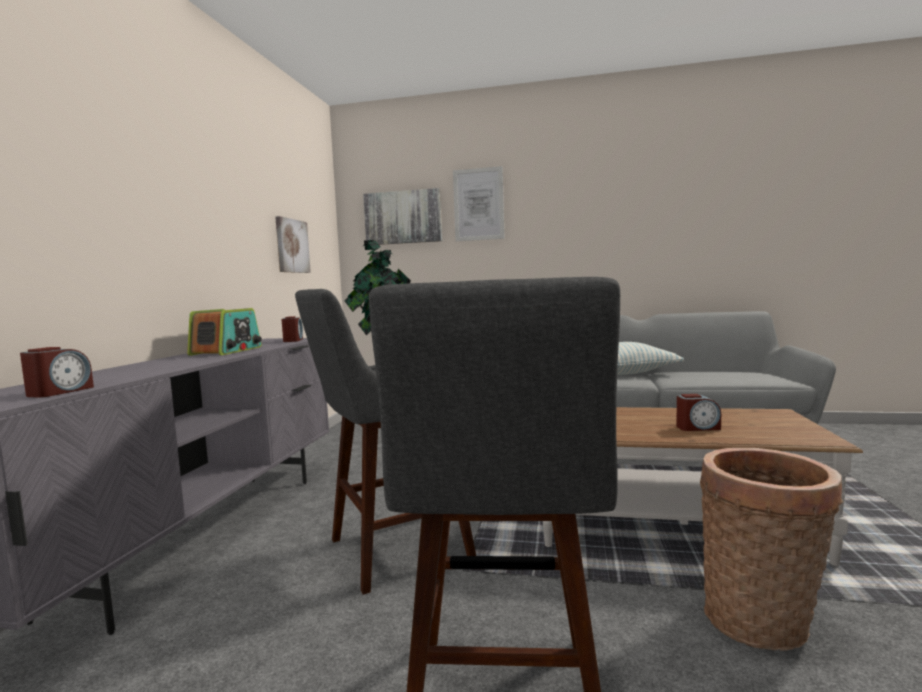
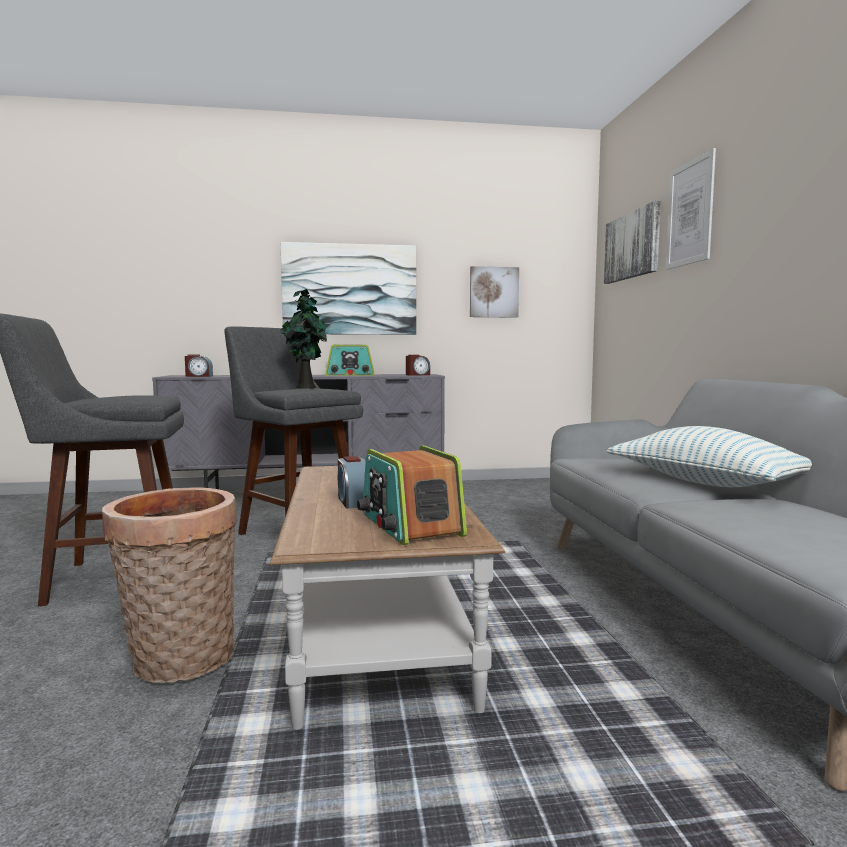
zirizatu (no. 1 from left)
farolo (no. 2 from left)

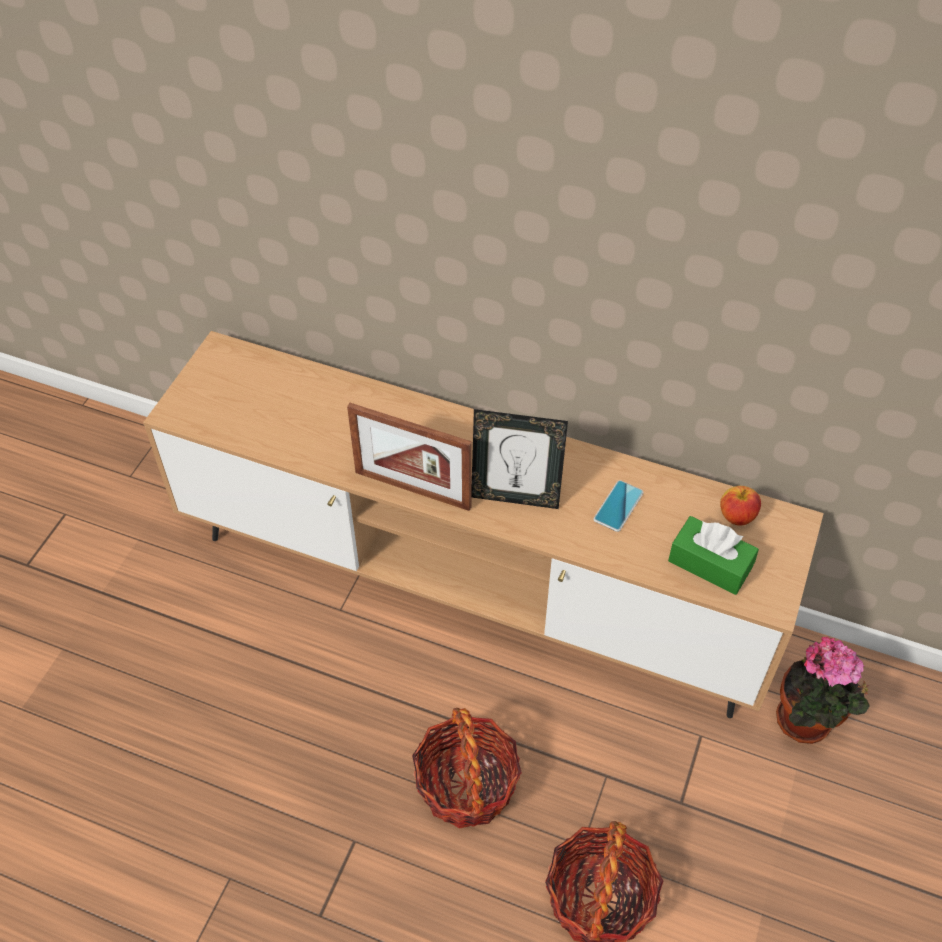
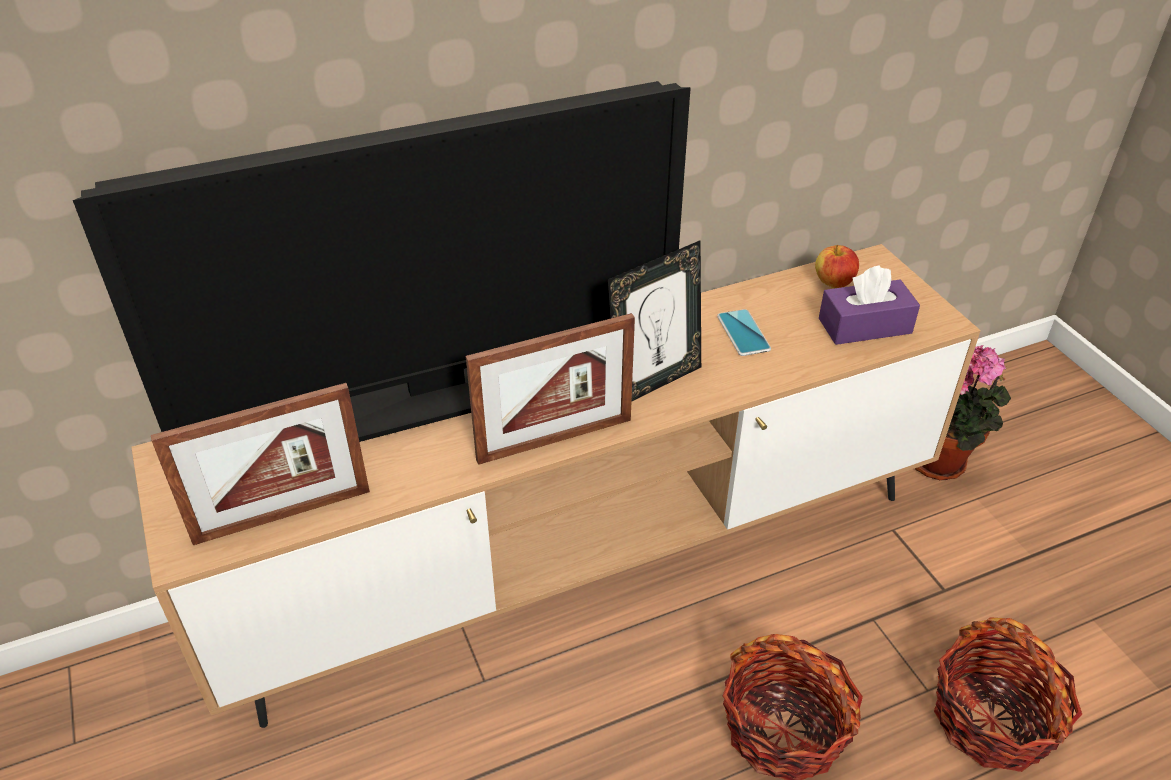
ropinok
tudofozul (no. 1 from left)
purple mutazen

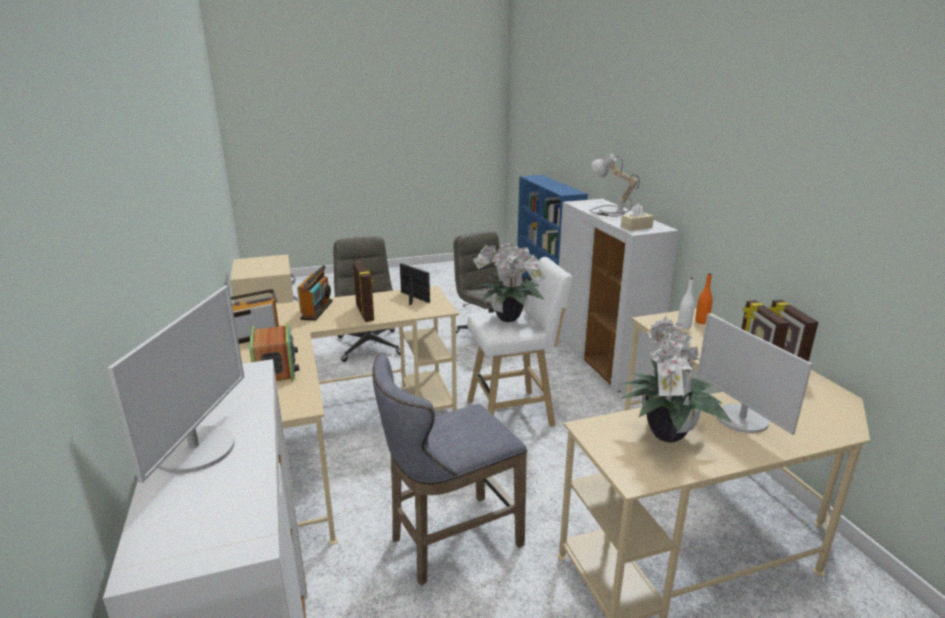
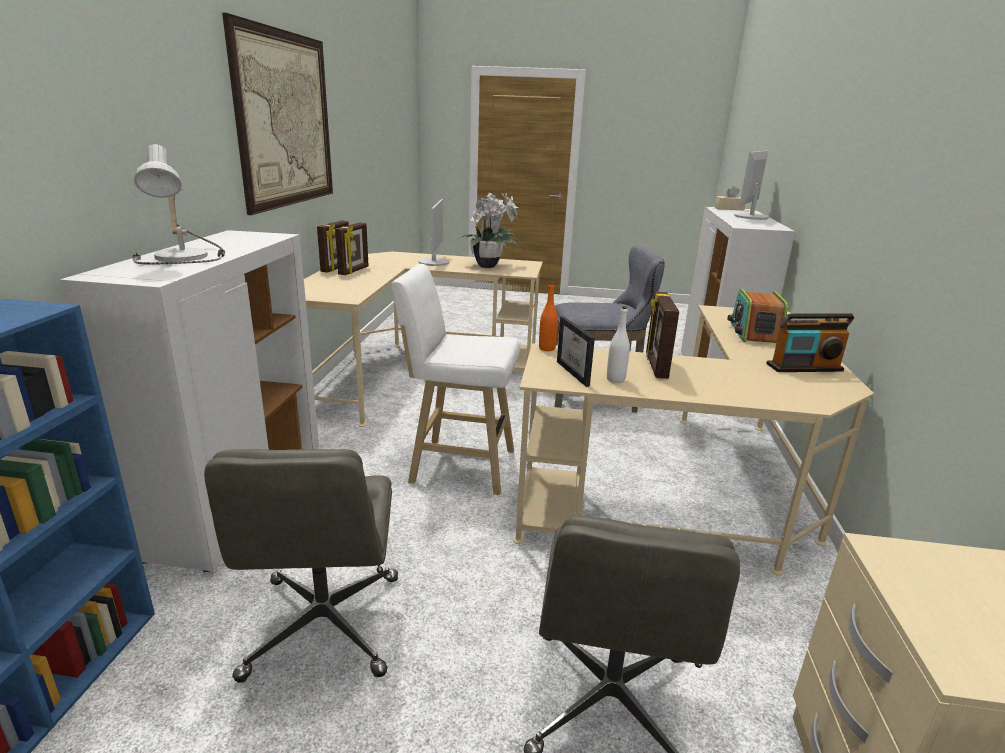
farolo (no. 3 from left in the first image)
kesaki (no. 1 from left in the first image)
zirizatu
beige mutazen
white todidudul
orange todidudul

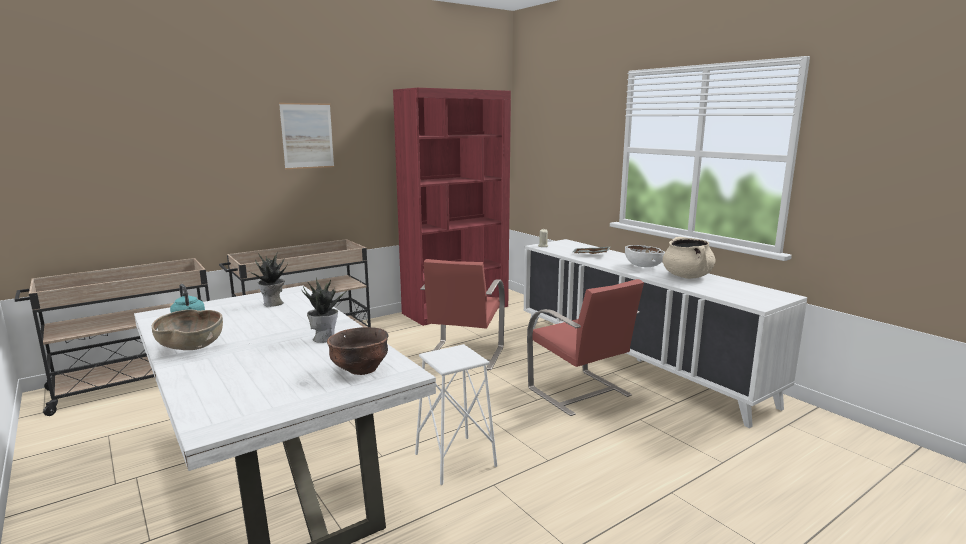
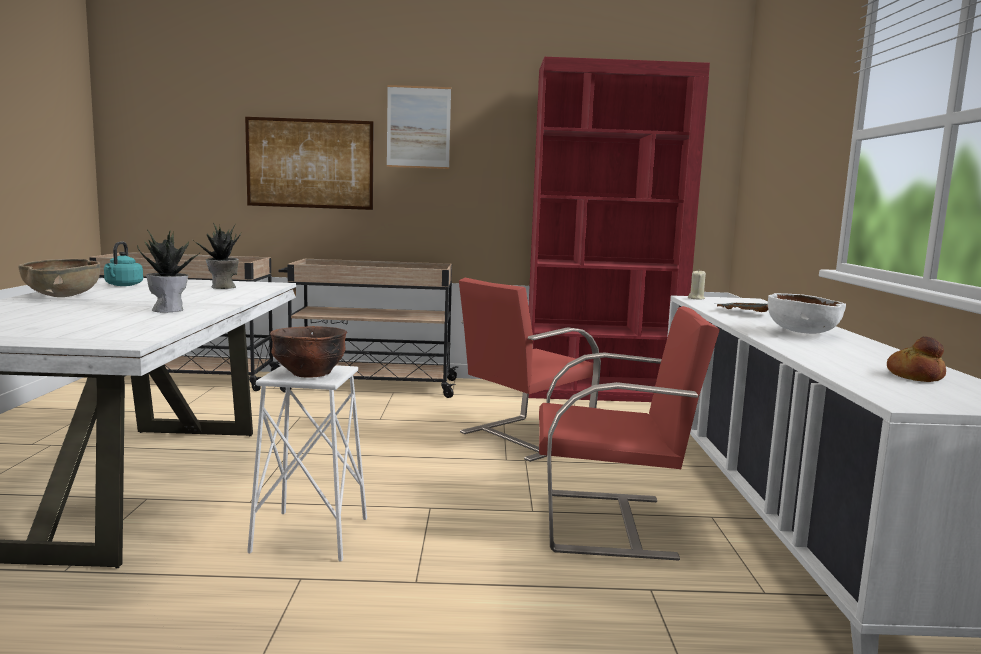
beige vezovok
zirizatu (no. 1 from left)
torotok
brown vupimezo (no. 2 from left)
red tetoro (no. 2 from left)

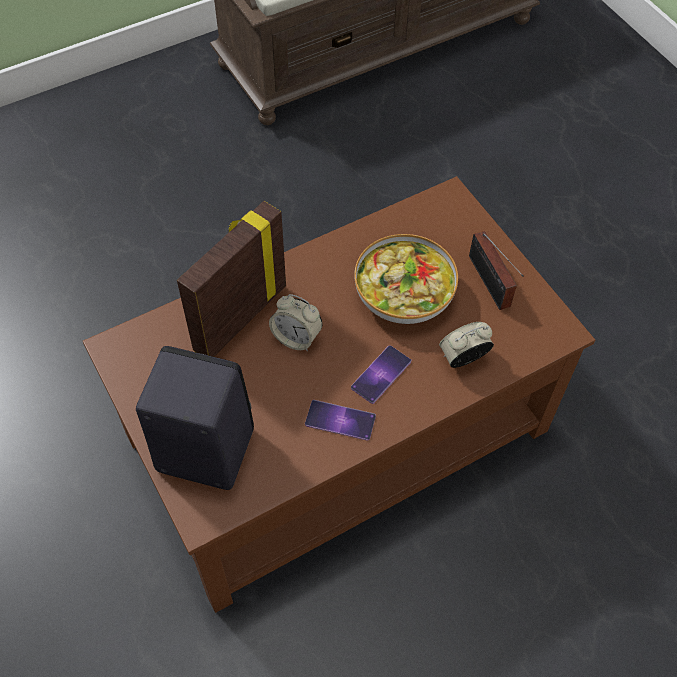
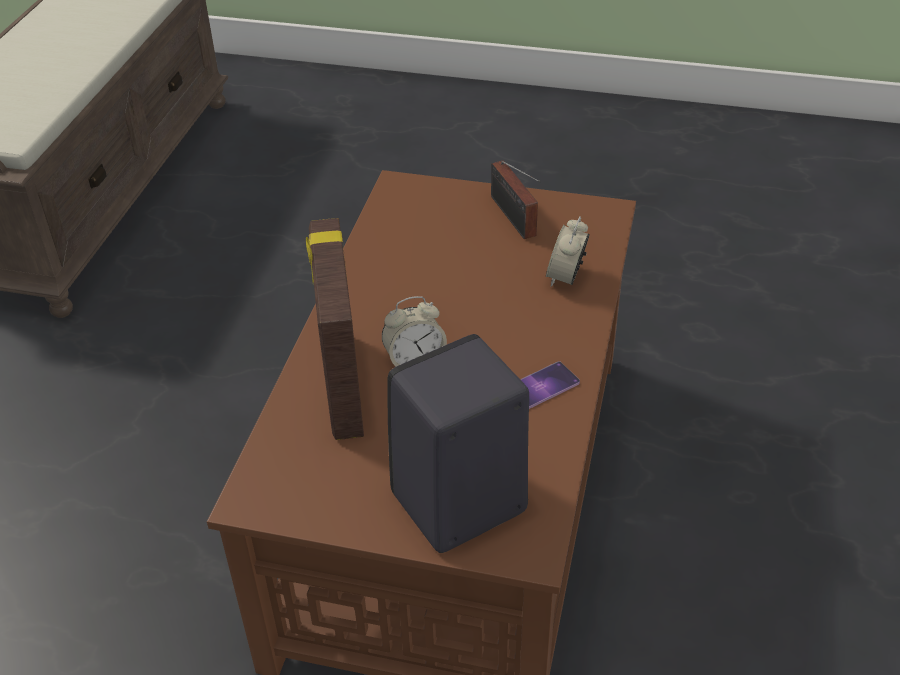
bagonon (no. 2 from left in the first image)
vupimezo
farolo

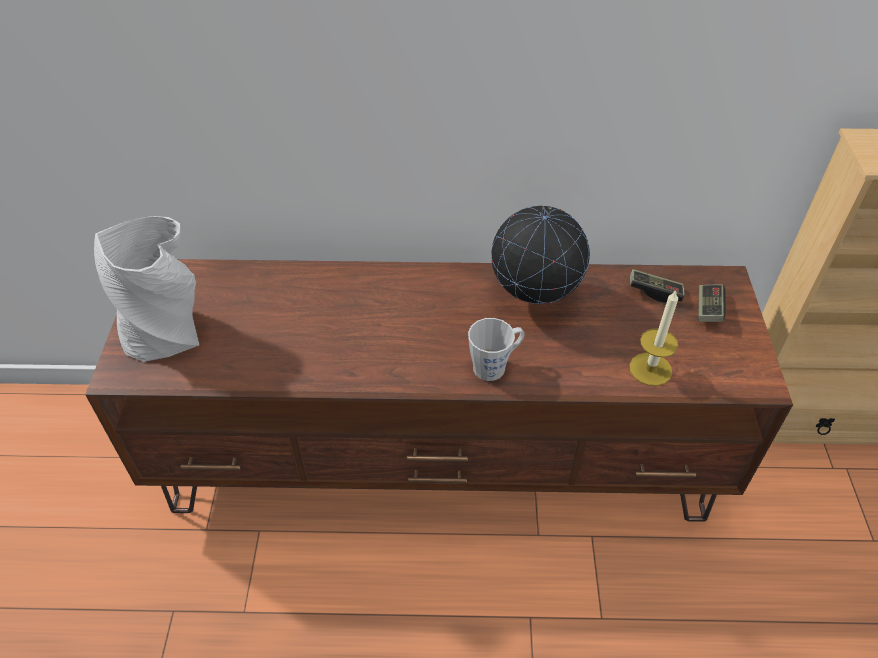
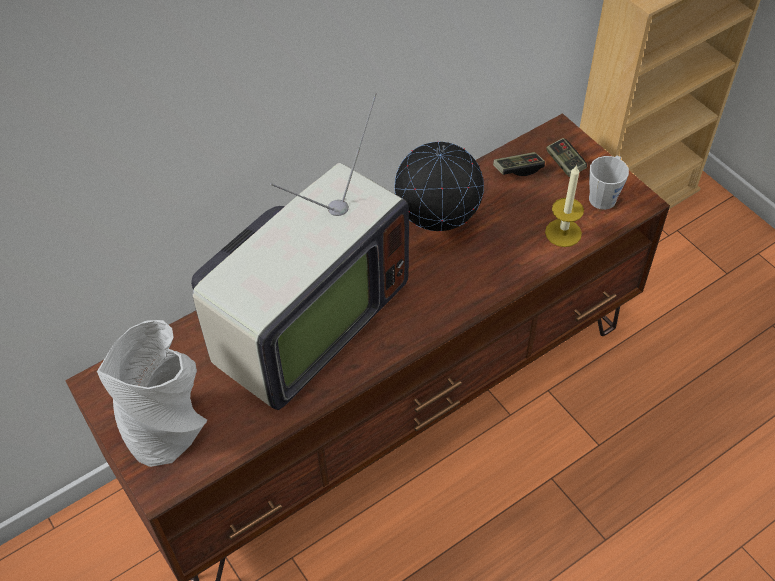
ropinok
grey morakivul

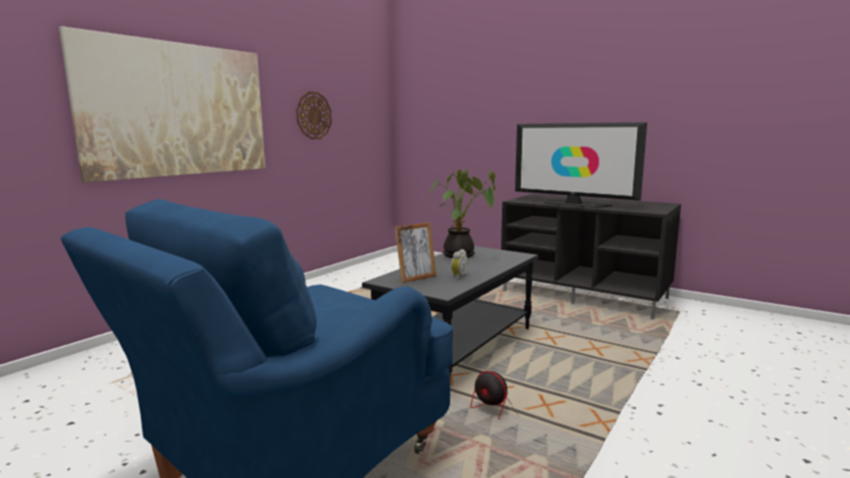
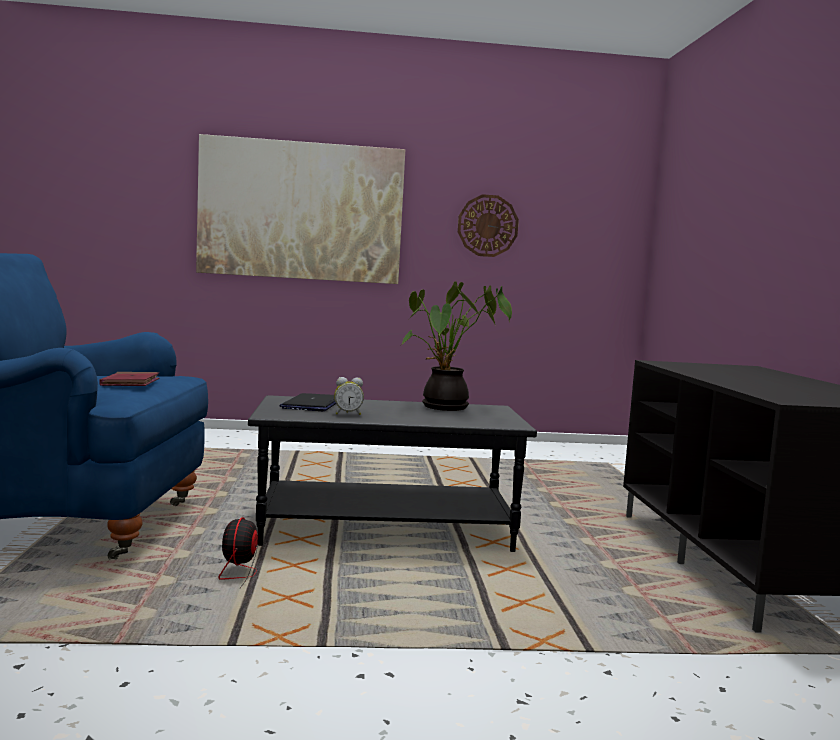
ropinok
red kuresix
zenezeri

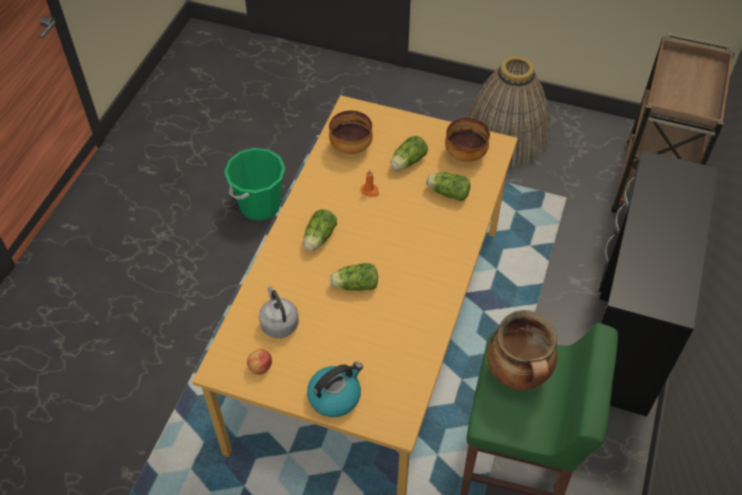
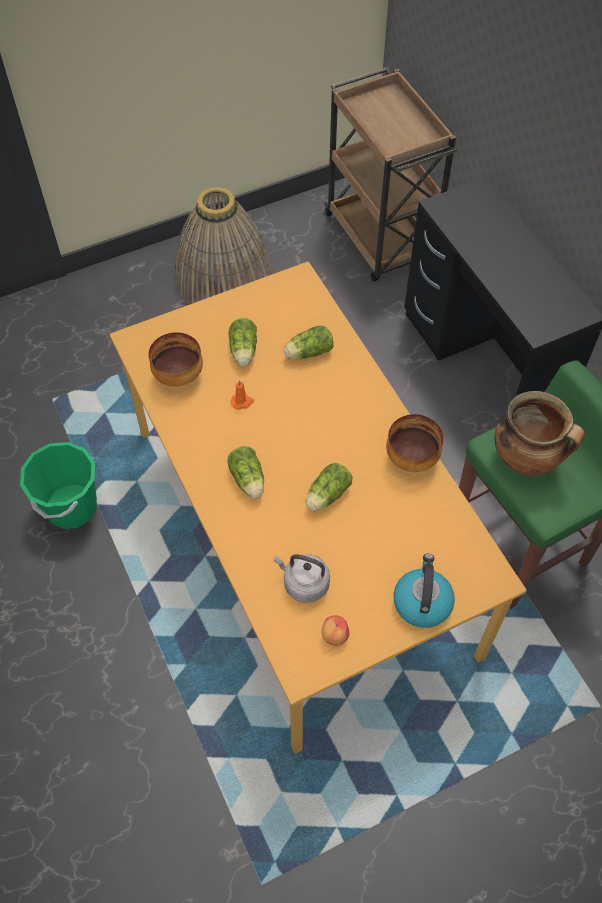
vupimezo (no. 2 from left)

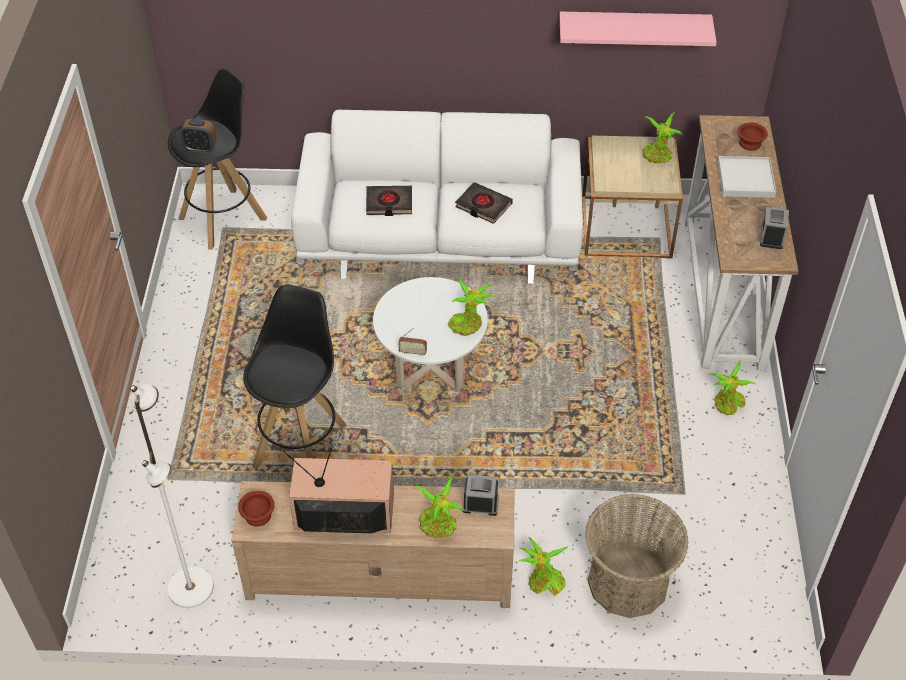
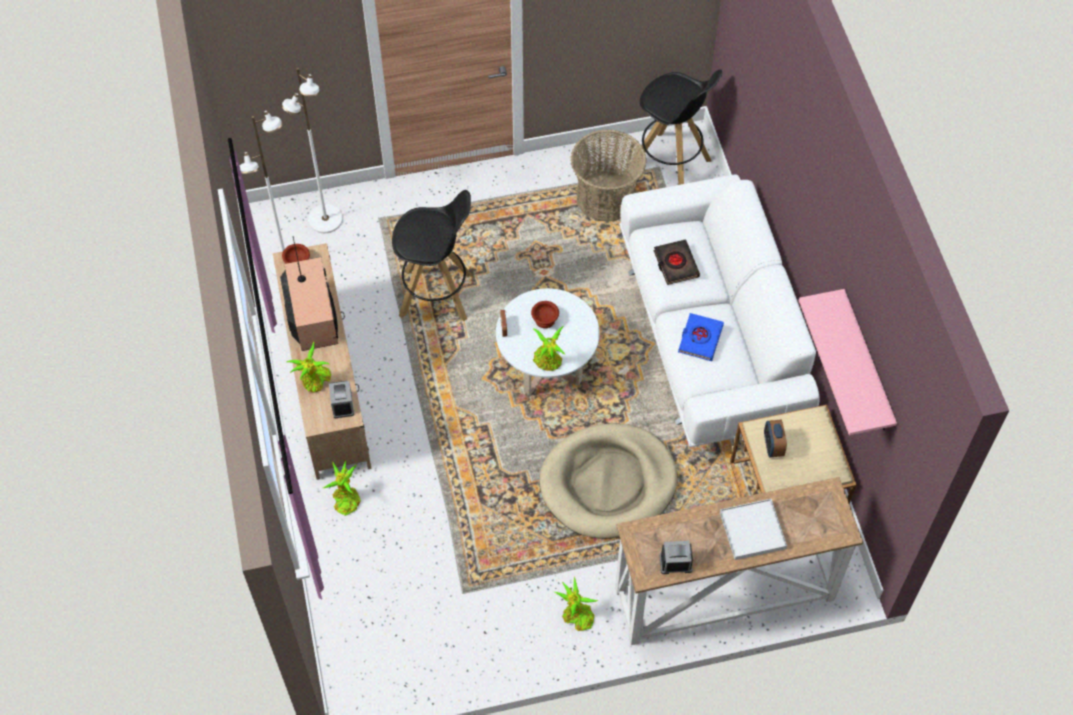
kesaki (no. 4 from left in the first image)
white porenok (no. 2 from left)
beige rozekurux
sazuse (no. 3 from left)
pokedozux
brown vupimezo (no. 2 from left)
blue kuresix

